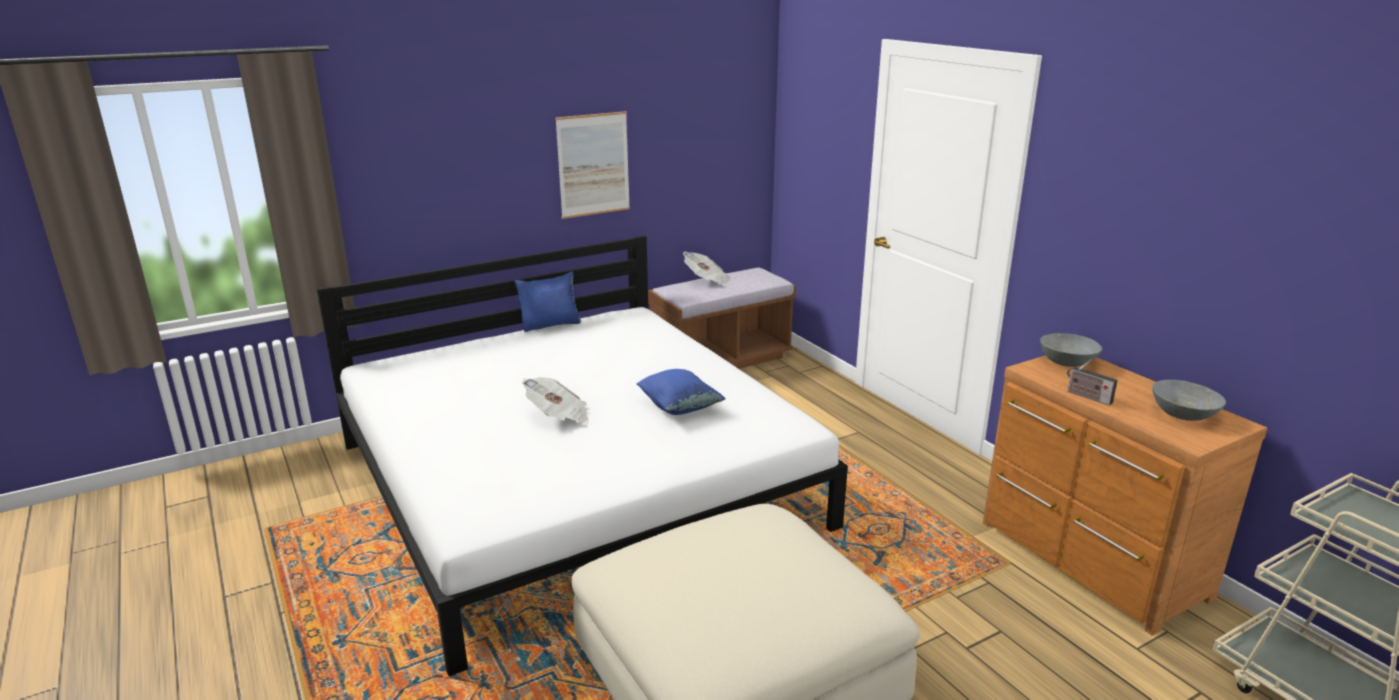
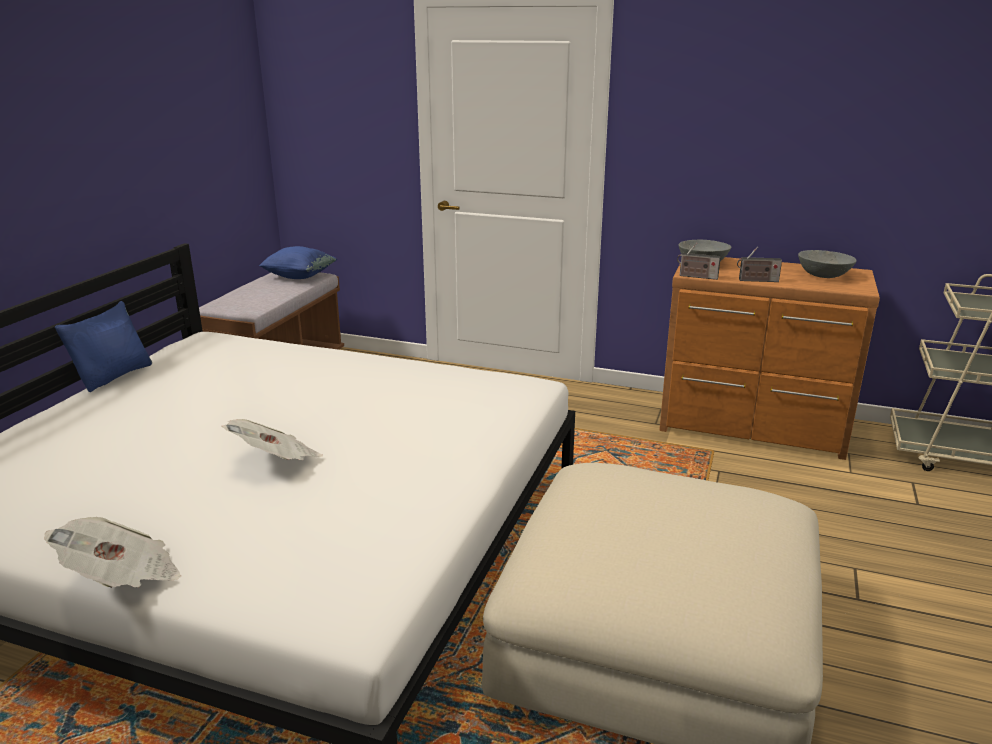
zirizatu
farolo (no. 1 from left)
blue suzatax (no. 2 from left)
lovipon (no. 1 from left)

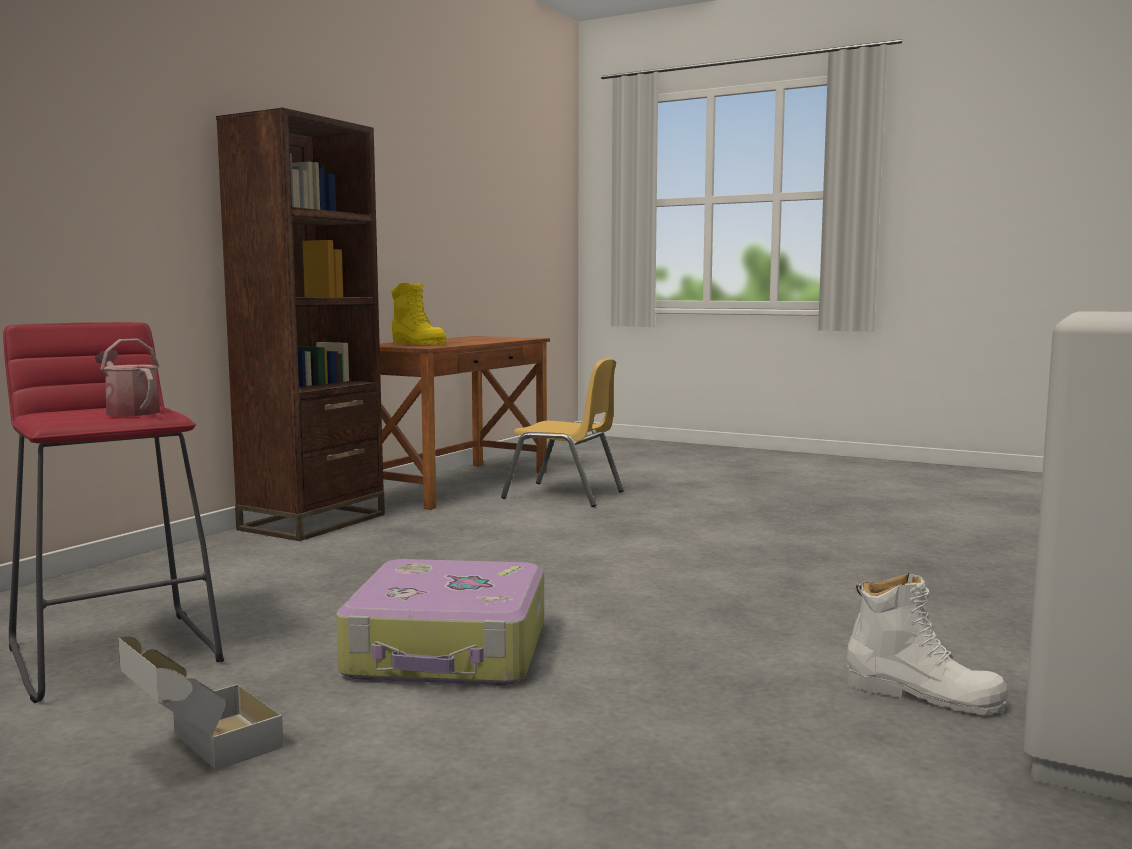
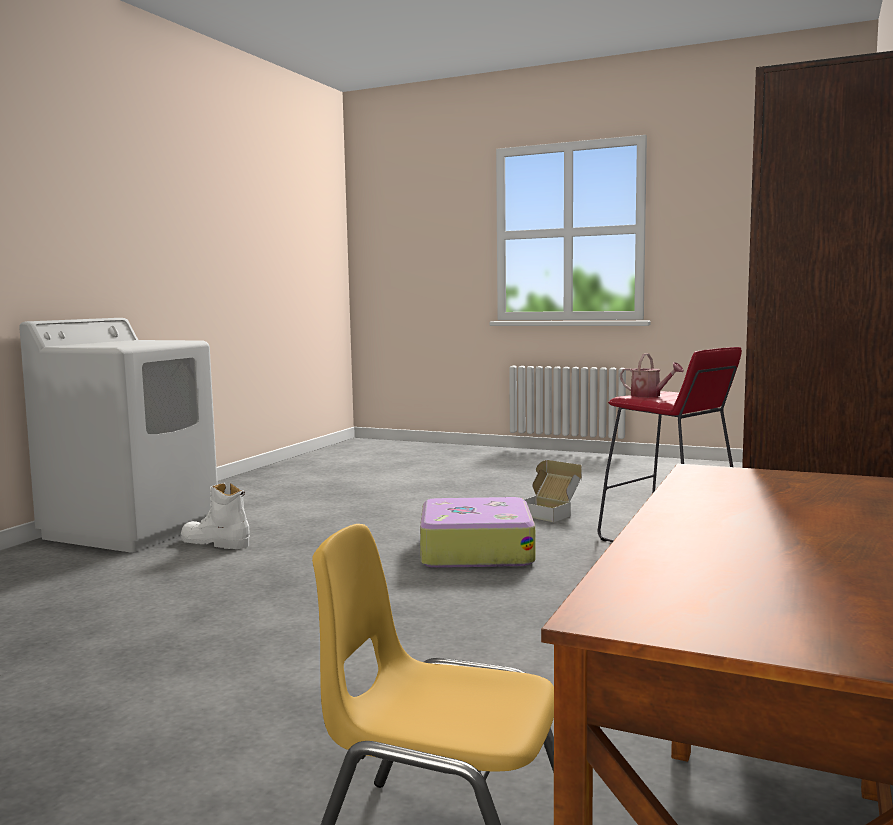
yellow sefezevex

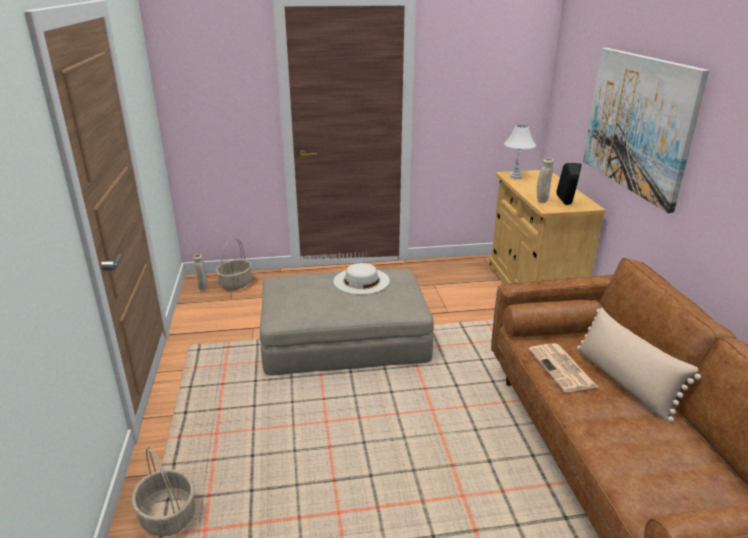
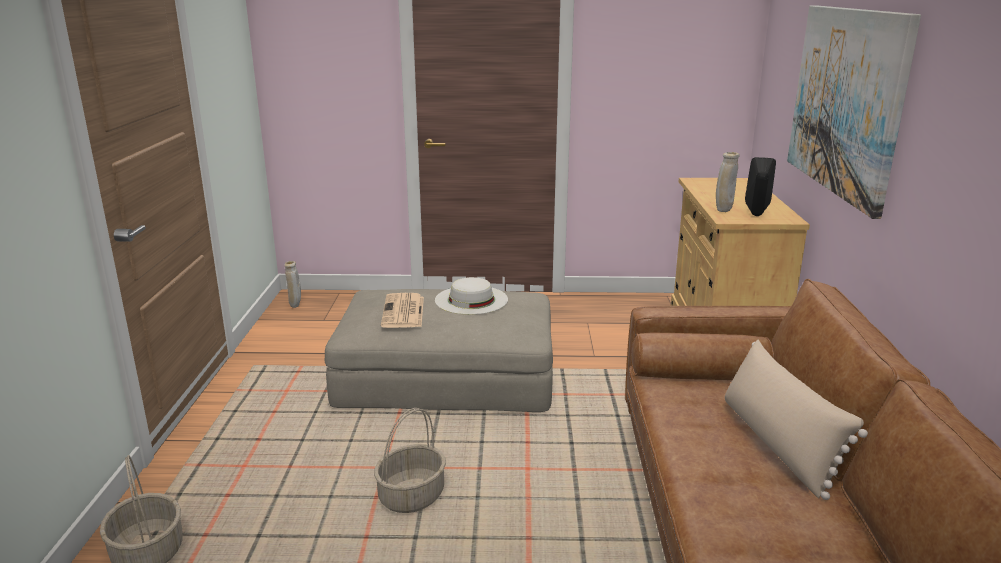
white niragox
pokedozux (no. 2 from left)
lovipon

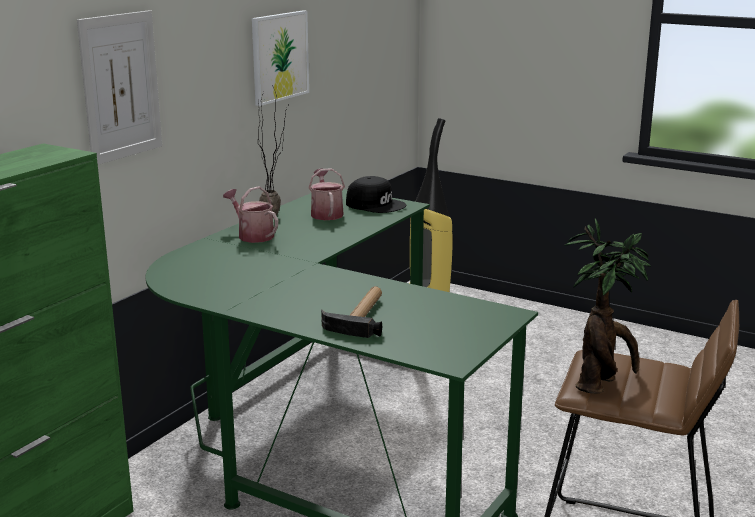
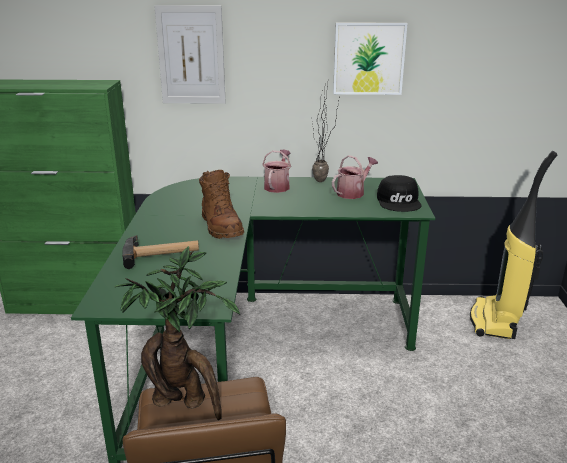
brown sefezevex

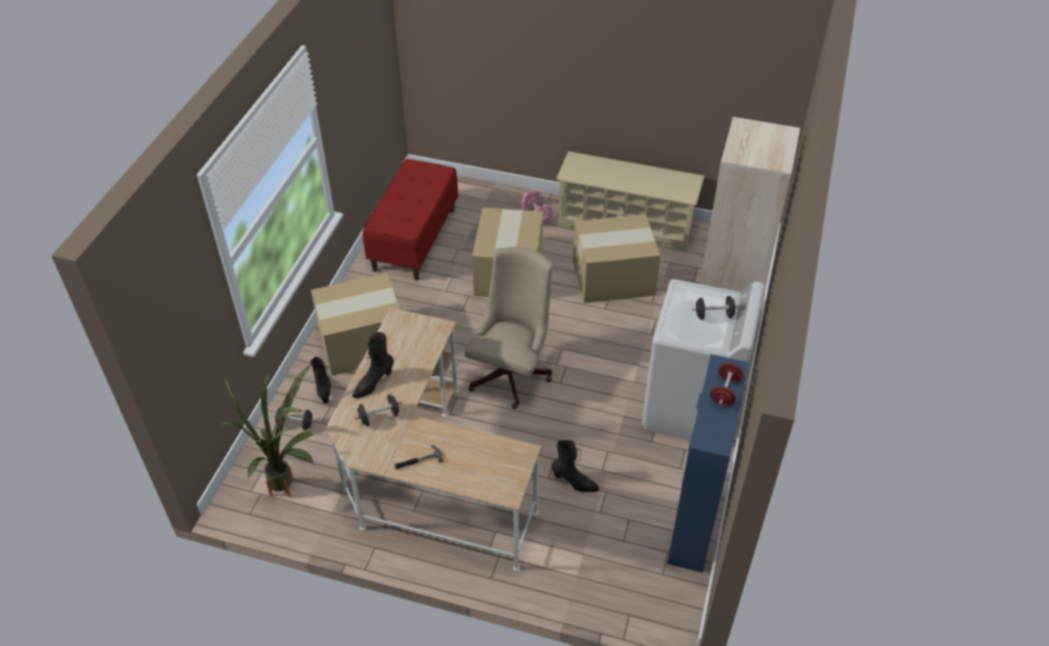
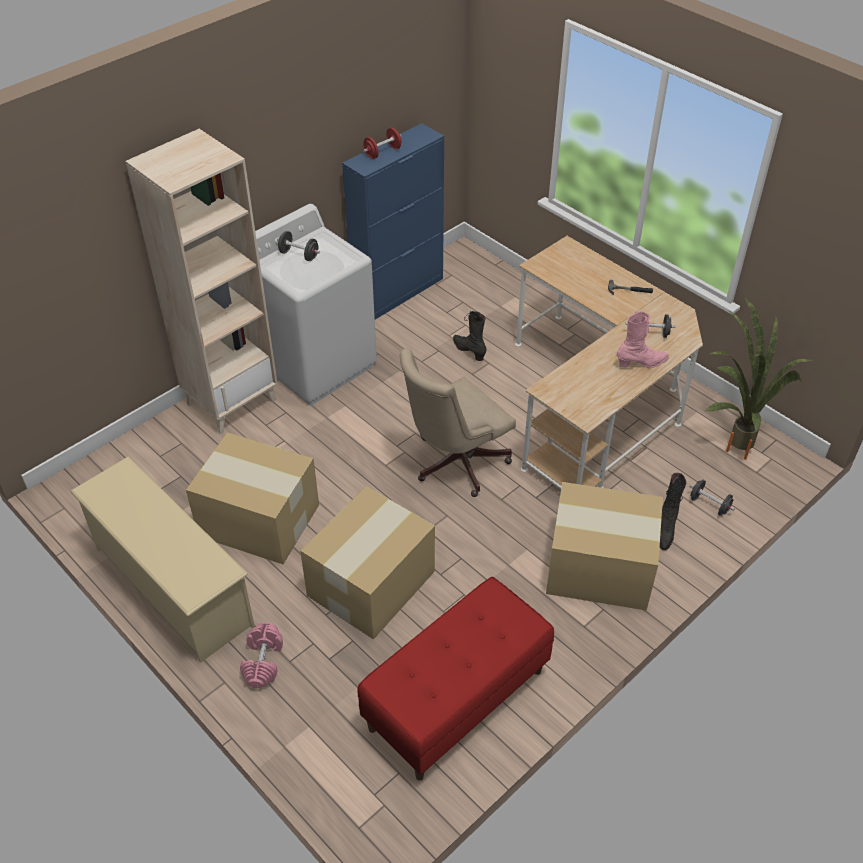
pink sefezevex

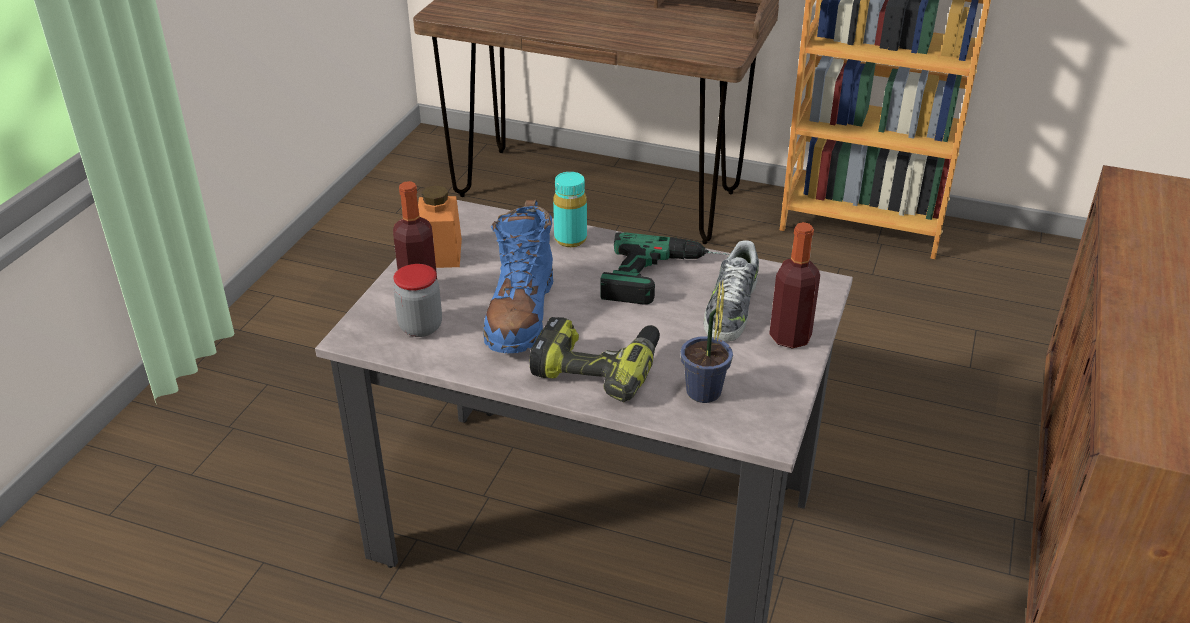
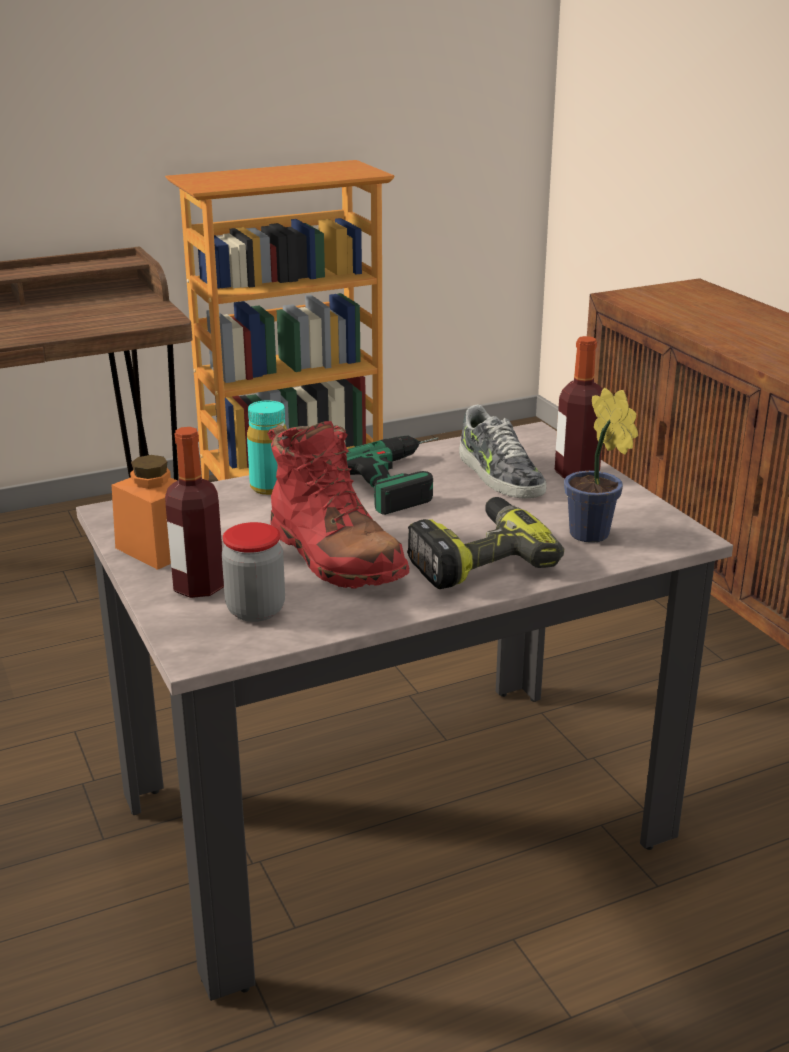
red sefezevex

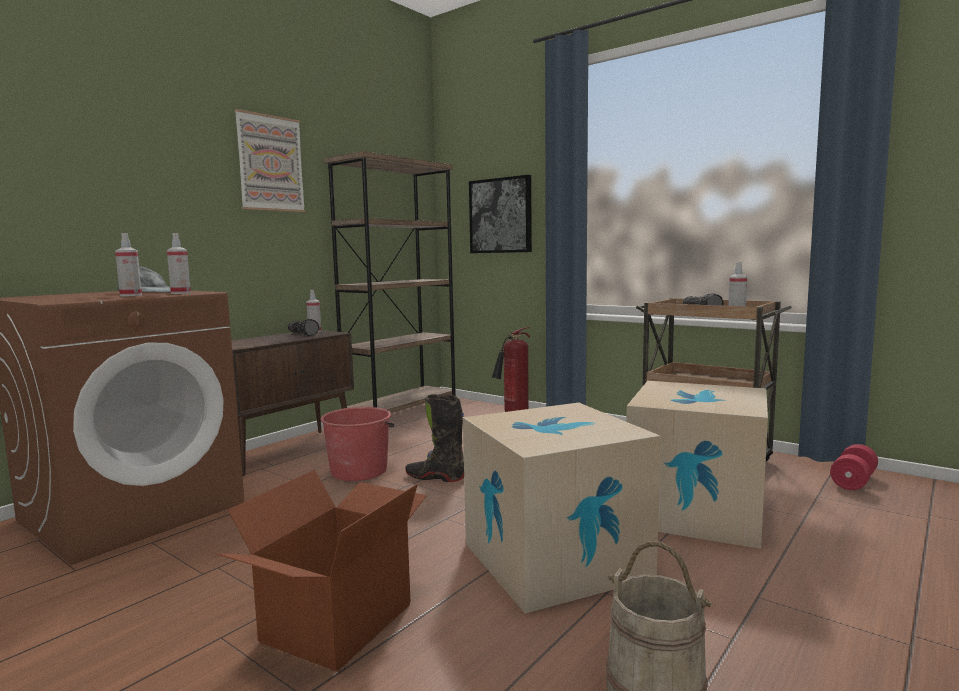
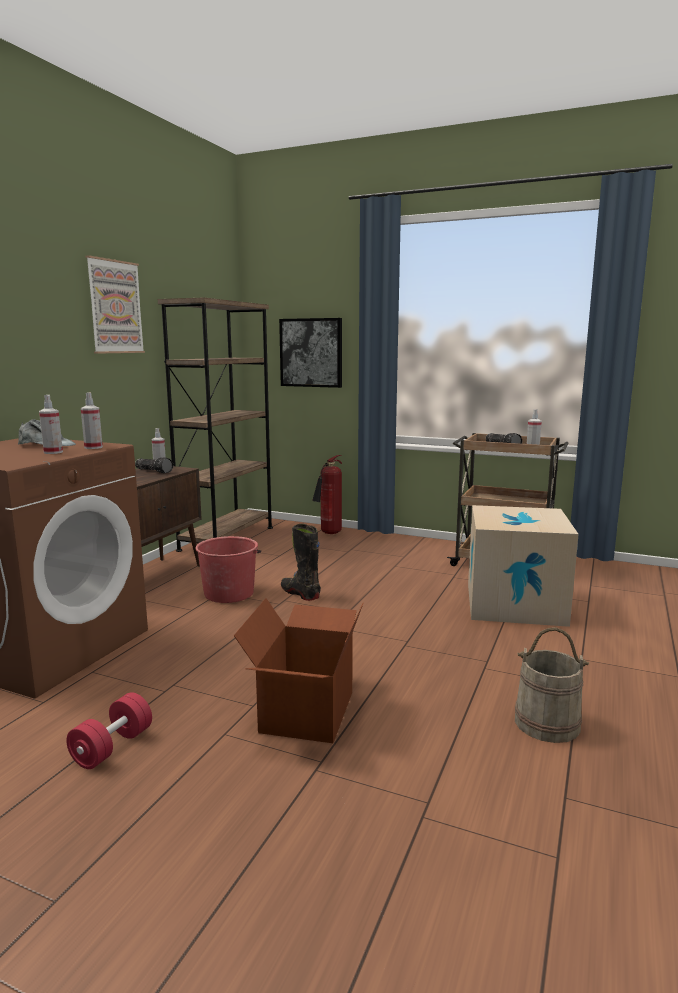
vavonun (no. 2 from left in the first image)
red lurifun
black sefezevex

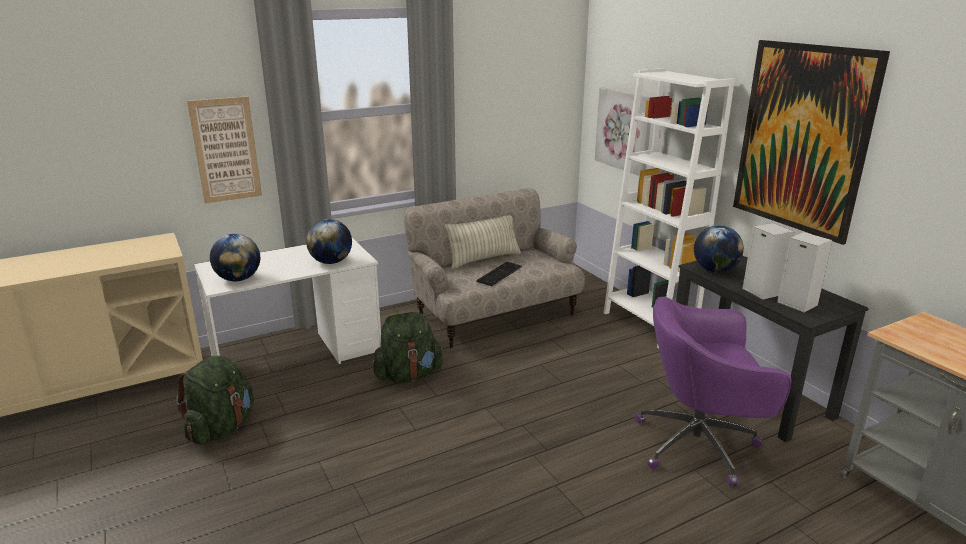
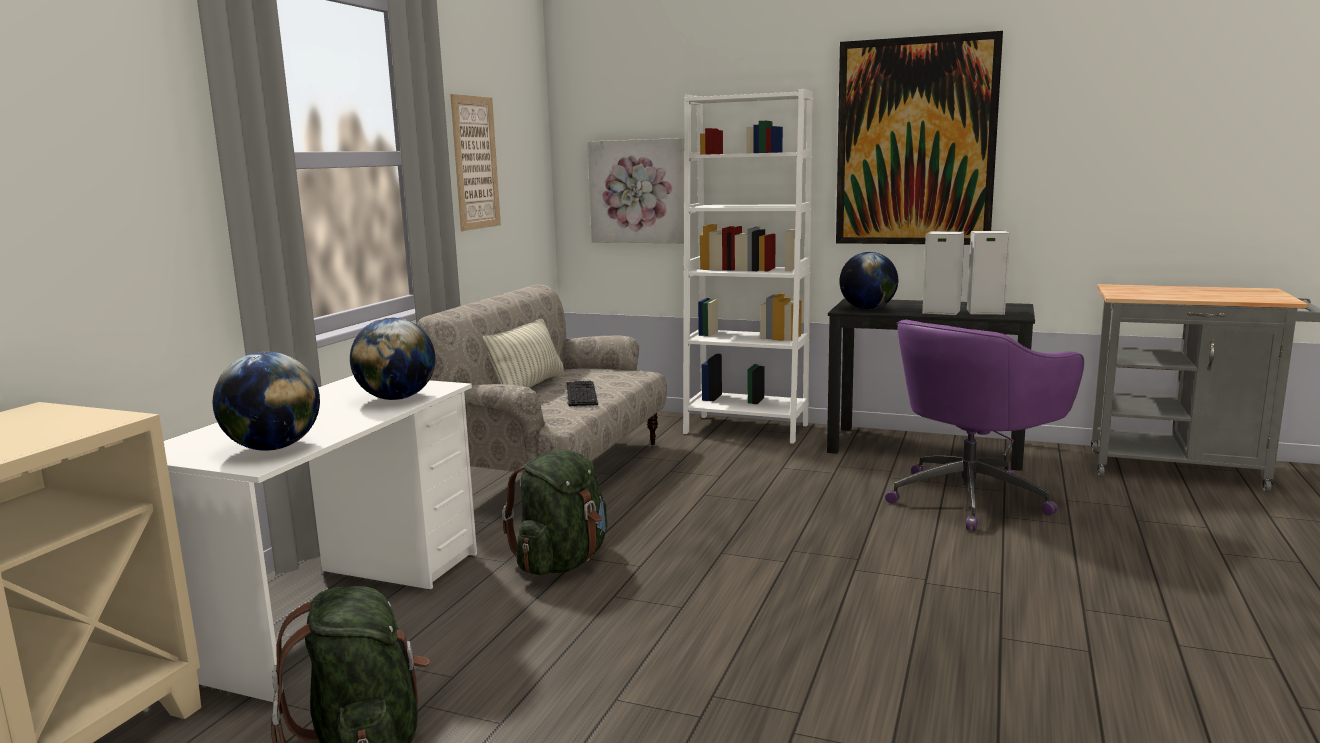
zirizatu (no. 1 from left)

